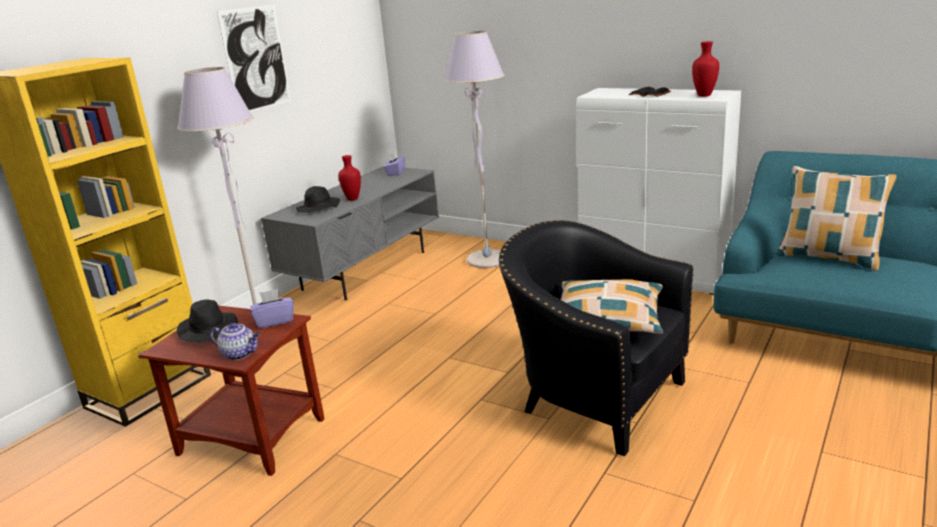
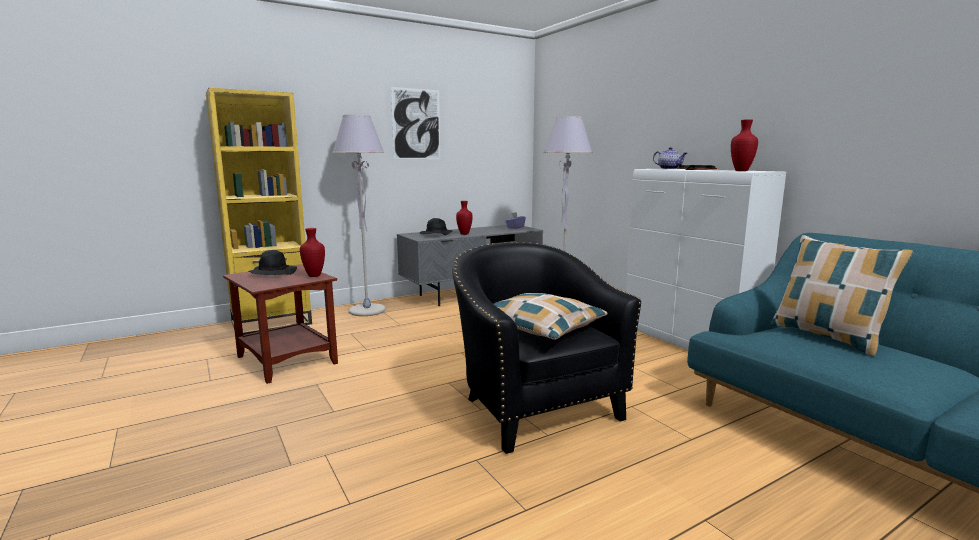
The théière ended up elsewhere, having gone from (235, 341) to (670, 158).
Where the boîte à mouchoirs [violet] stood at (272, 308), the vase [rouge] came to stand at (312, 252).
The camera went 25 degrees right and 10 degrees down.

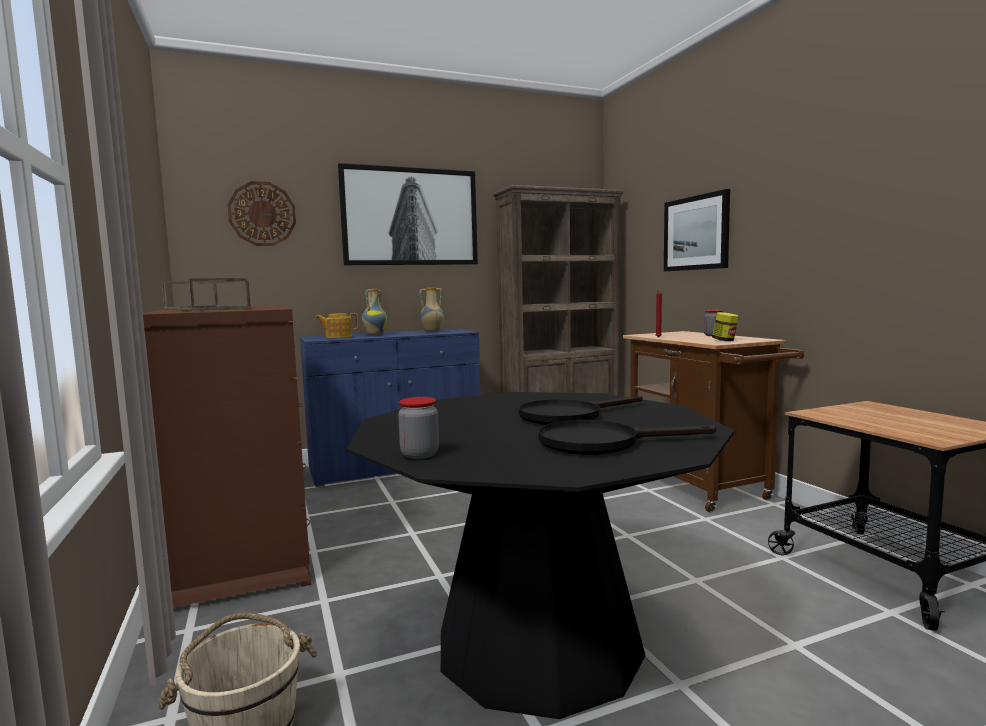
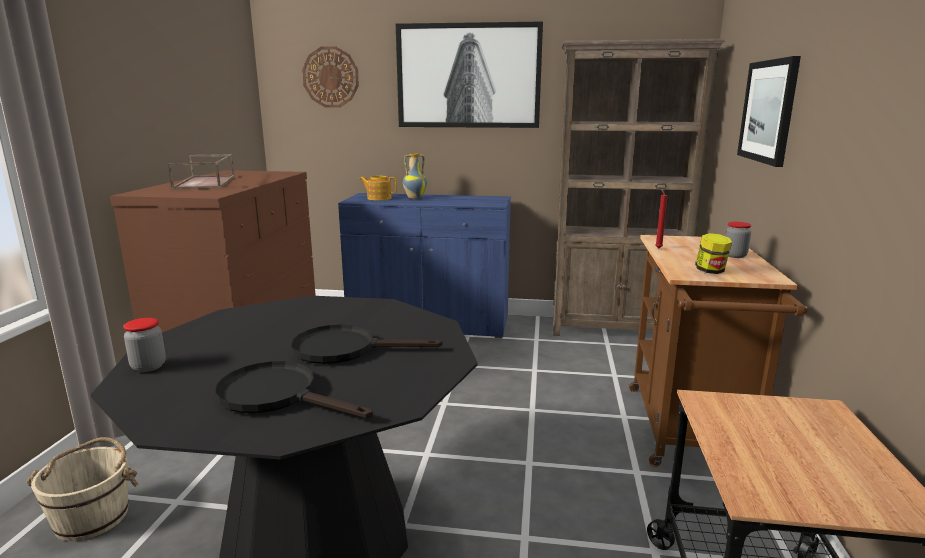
The second view lost the vase at (431, 309).
The camera went 30 degrees right and 10 degrees up.

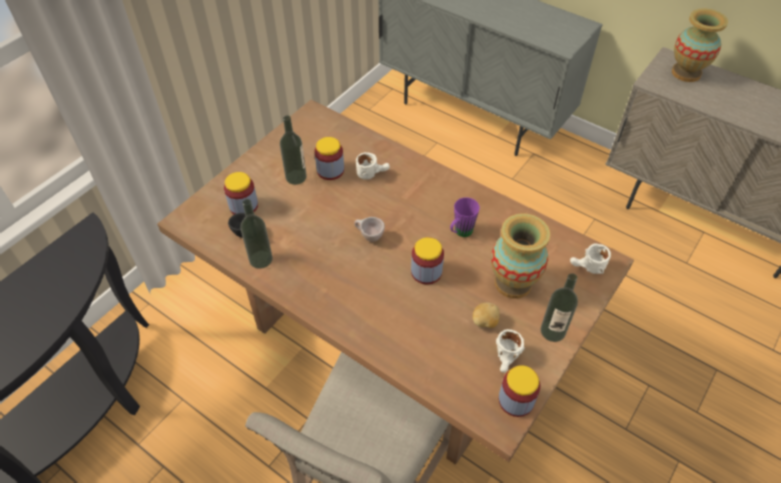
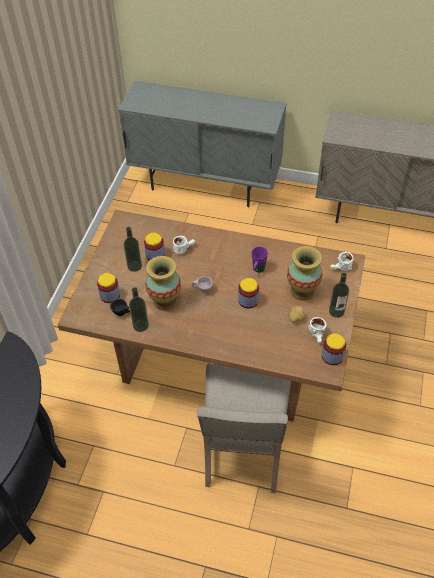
The vase ended up elsewhere, having gone from (700, 45) to (163, 283).
The camera went 20 degrees left and 0 degrees up.

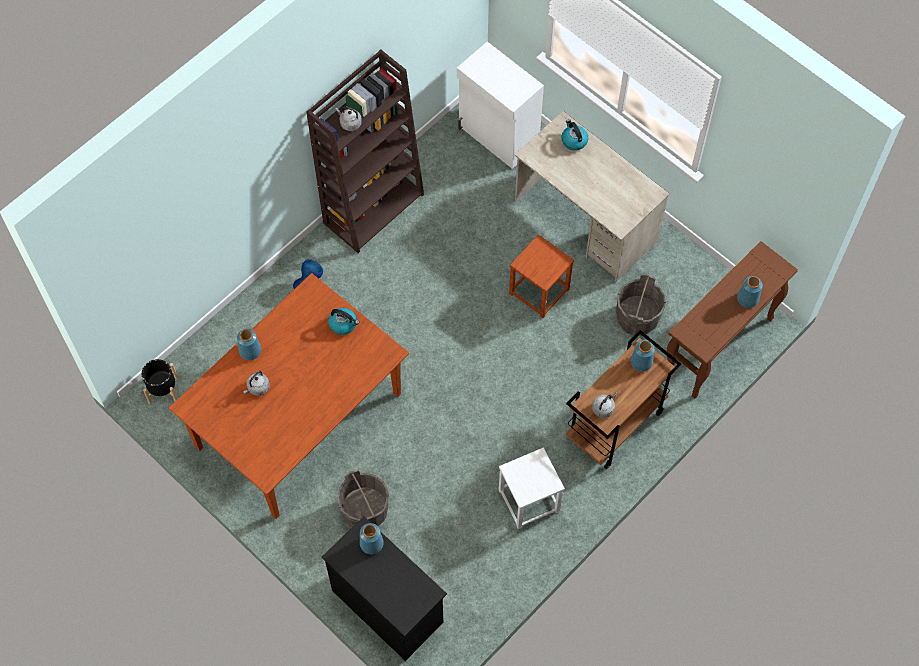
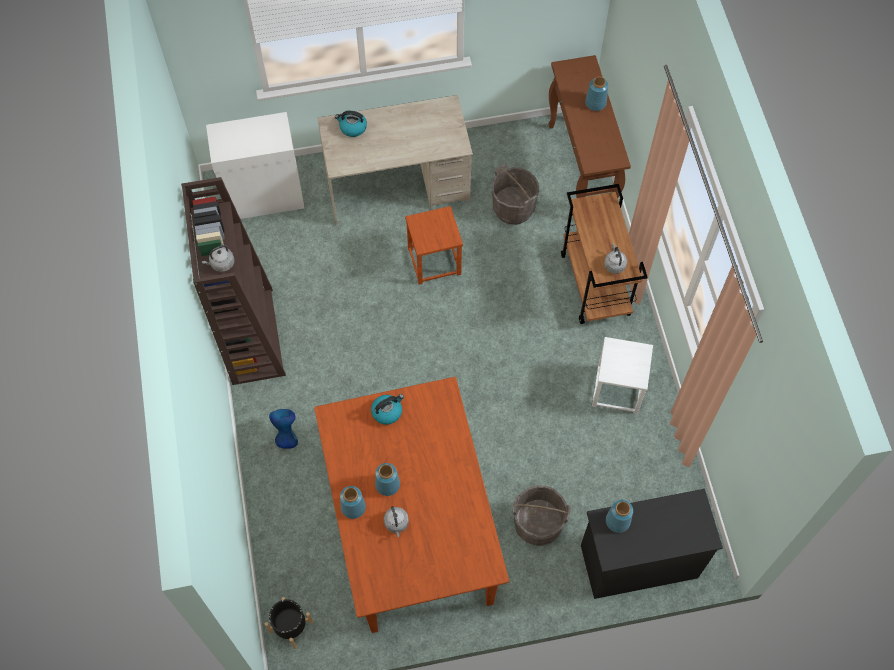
The vase [bleu] ended up elsewhere, having gone from (642, 356) to (387, 479).
The camera went 55 degrees left and 0 degrees up.

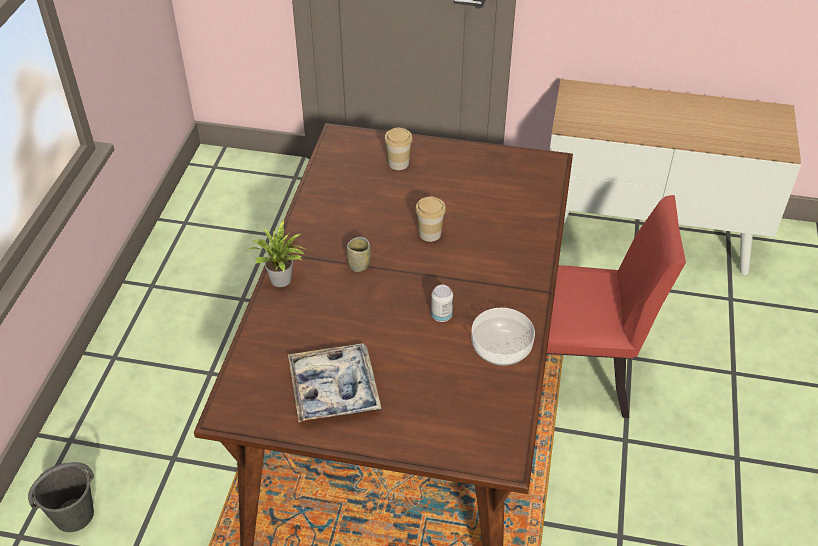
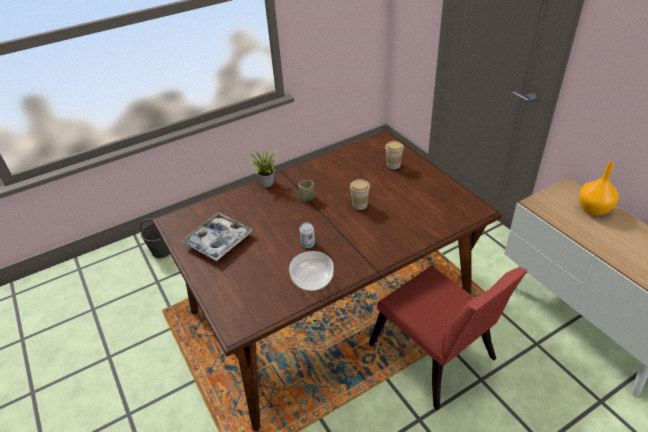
The second view gained the vase [orange] at (599, 188).
The camera went 50 degrees right and 5 degrees down.

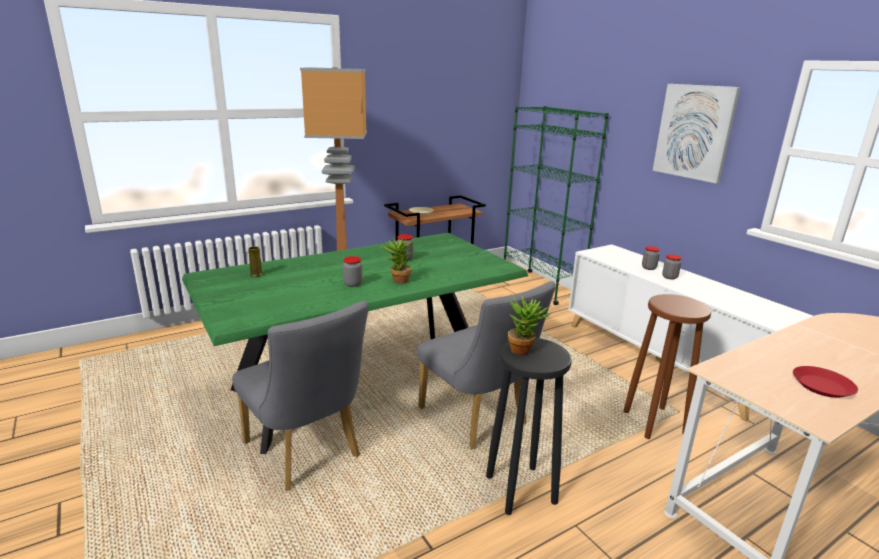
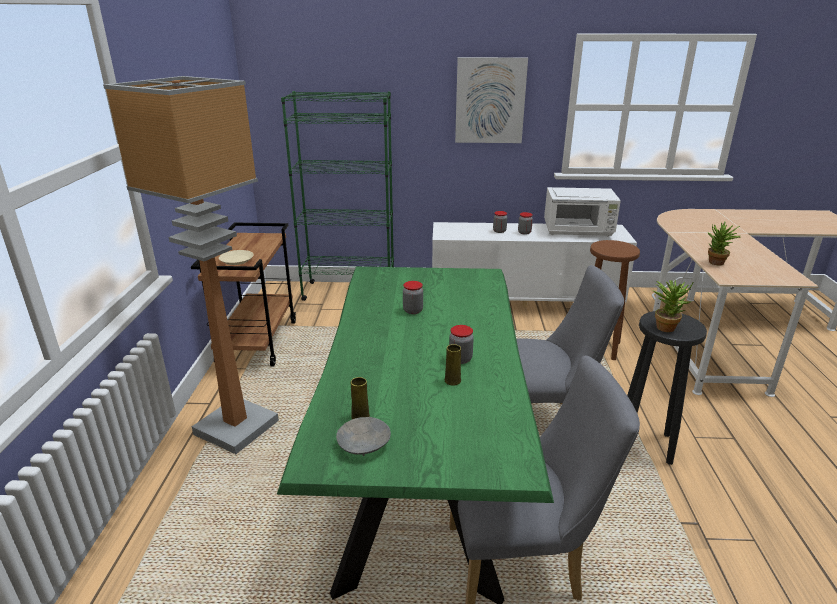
The second view lost the assiette [rouge] at (825, 382).
The second view gained the bol [gris] at (363, 436).
The second view gained the vase [jaune] at (453, 365).
The second view gained the micro-ondes [blanc] at (582, 212).
The plante en pot ended up elsewhere, having gone from (396, 259) to (724, 243).
The camera went 55 degrees left and 5 degrees up.

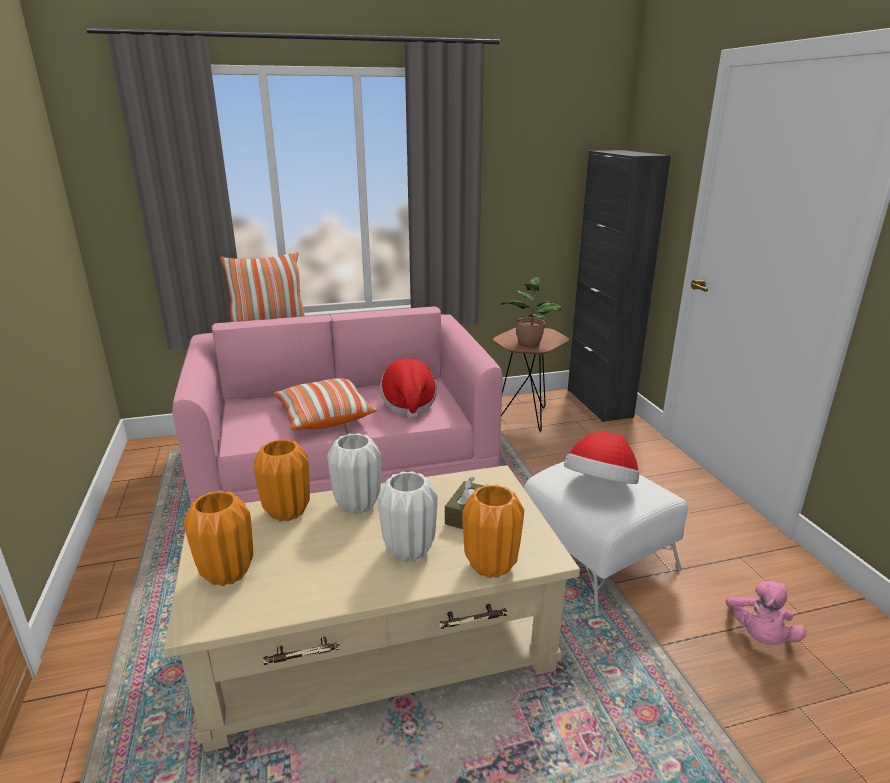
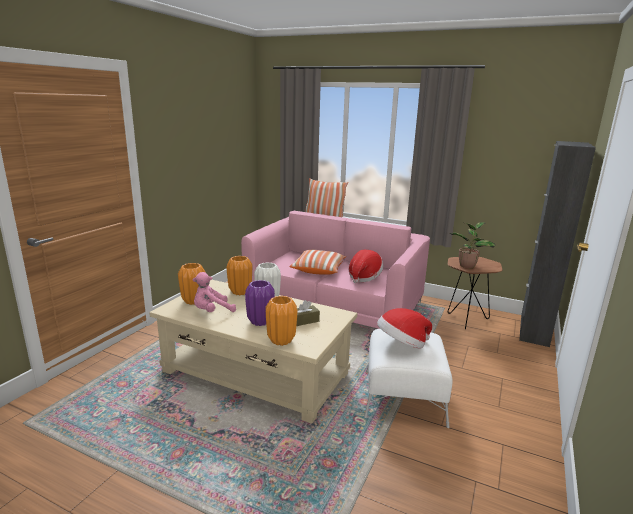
The peluche [rose] ended up elsewhere, having gone from (766, 613) to (214, 292).
What was the vase [blanc] at (408, 516) turned into the vase [violet] at (260, 303).
The camera went 40 degrees right and 5 degrees down.

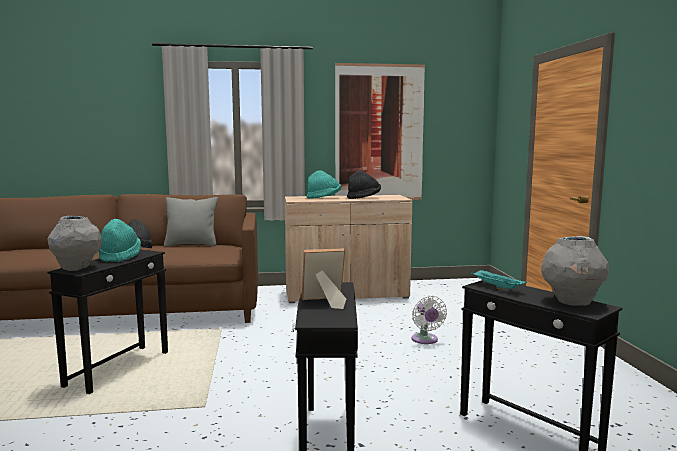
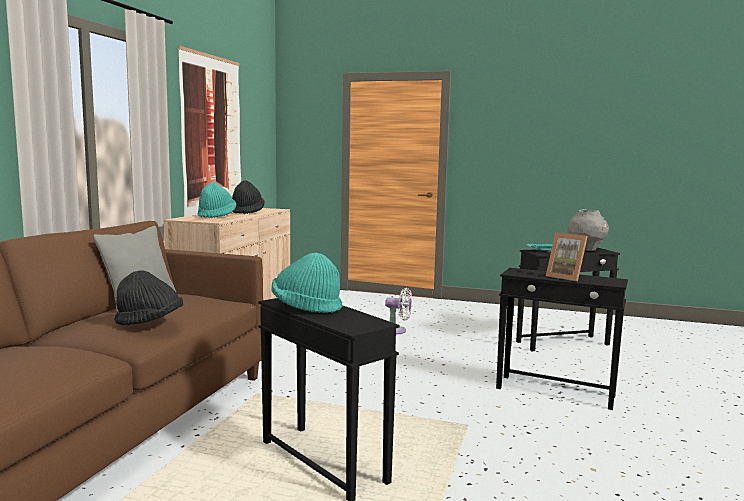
The second view lost the vase [gris] at (75, 243).
The cadre photo at (324, 278) ended up facing another way, 60 degrees counterclockwise from before.
The camera went 65 degrees left and 0 degrees up.

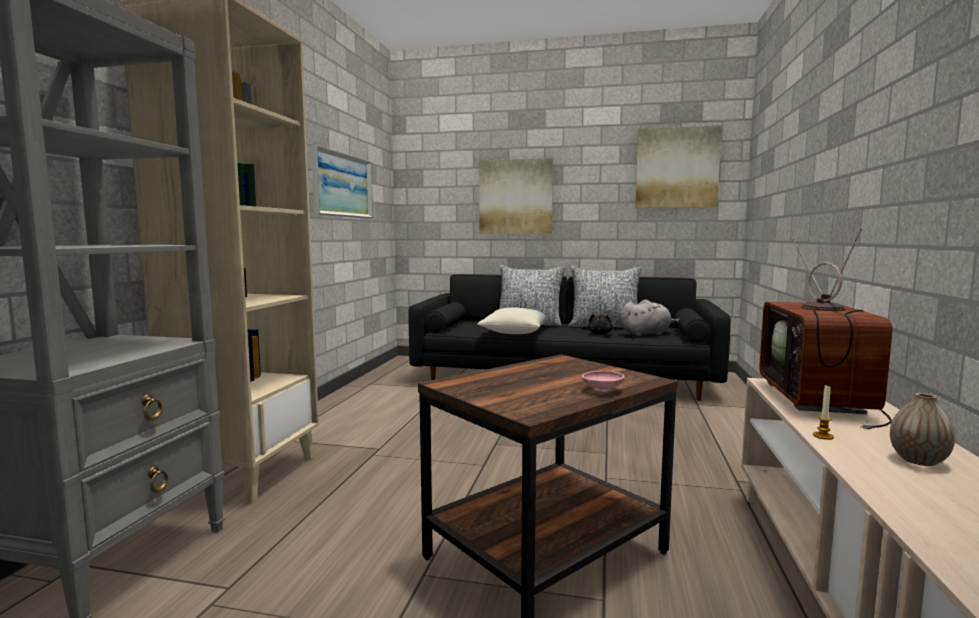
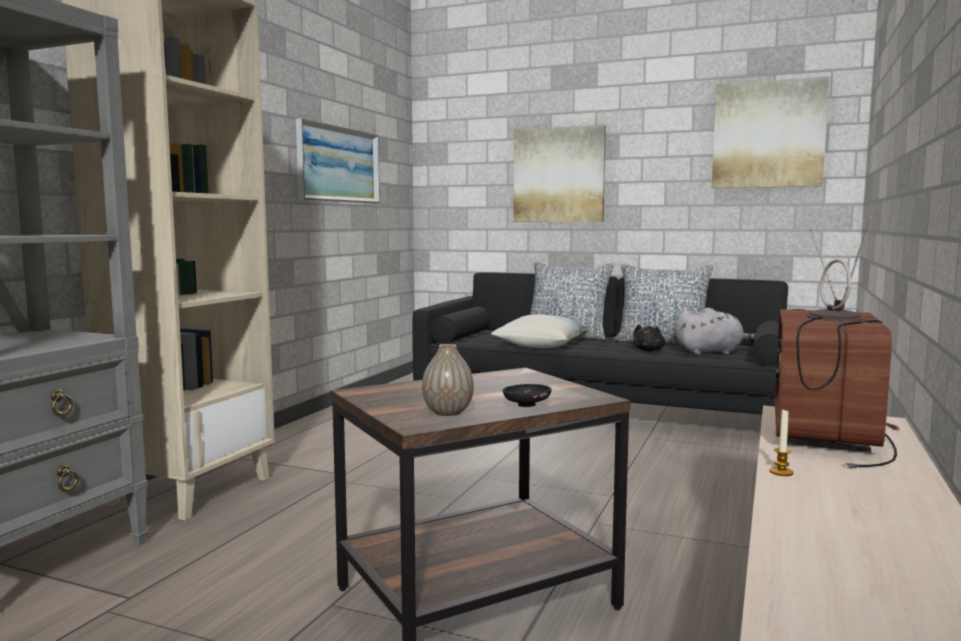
The vase ended up elsewhere, having gone from (922, 429) to (448, 380).
What was the bol [rose] at (603, 381) turned into the bol [noir] at (527, 395).
The camera went 10 degrees right and 0 degrees up.

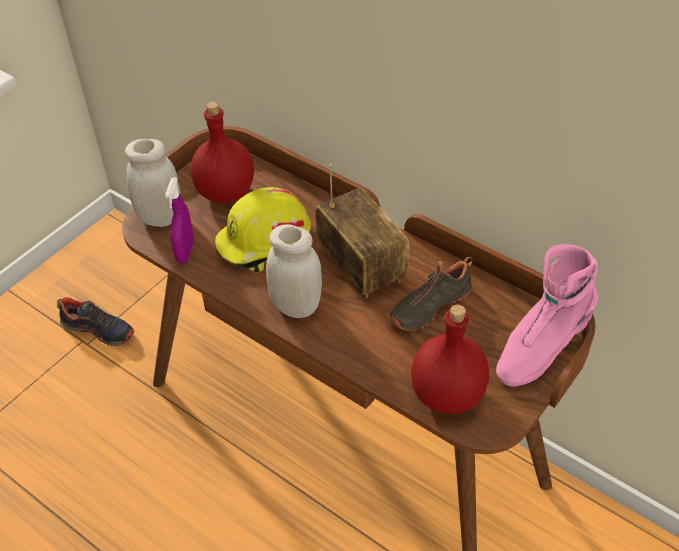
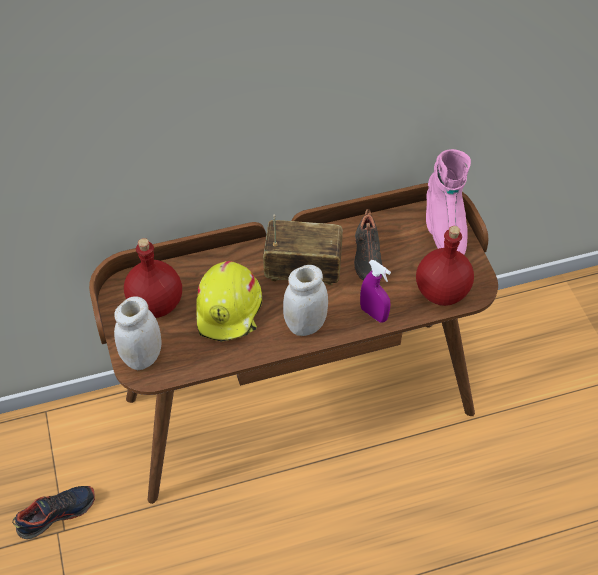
The vaporisateur [violet] ended up elsewhere, having gone from (179, 220) to (375, 291).
The camera went 55 degrees left and 5 degrees up.

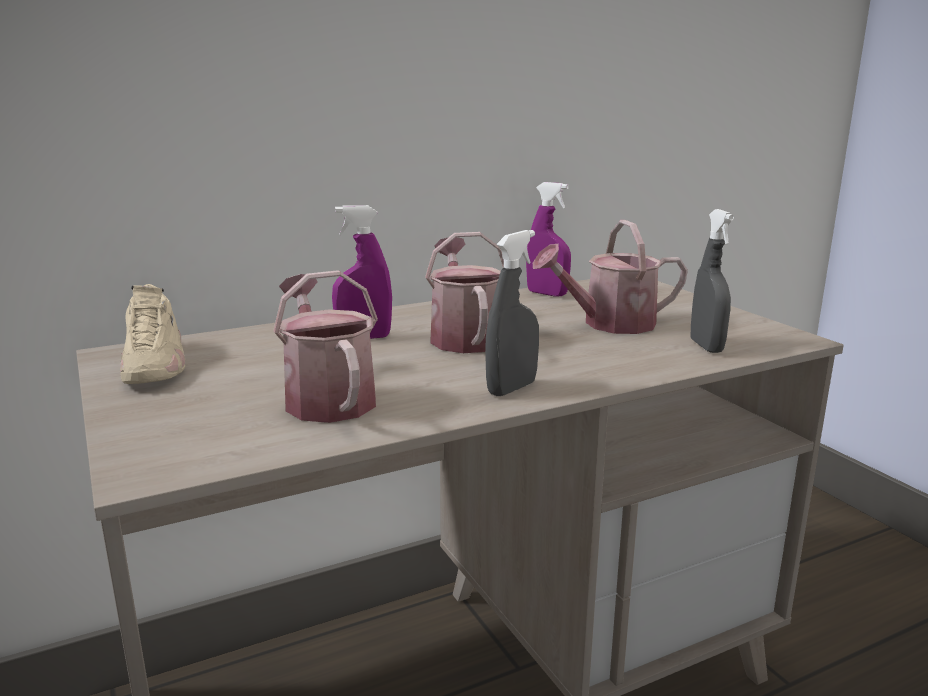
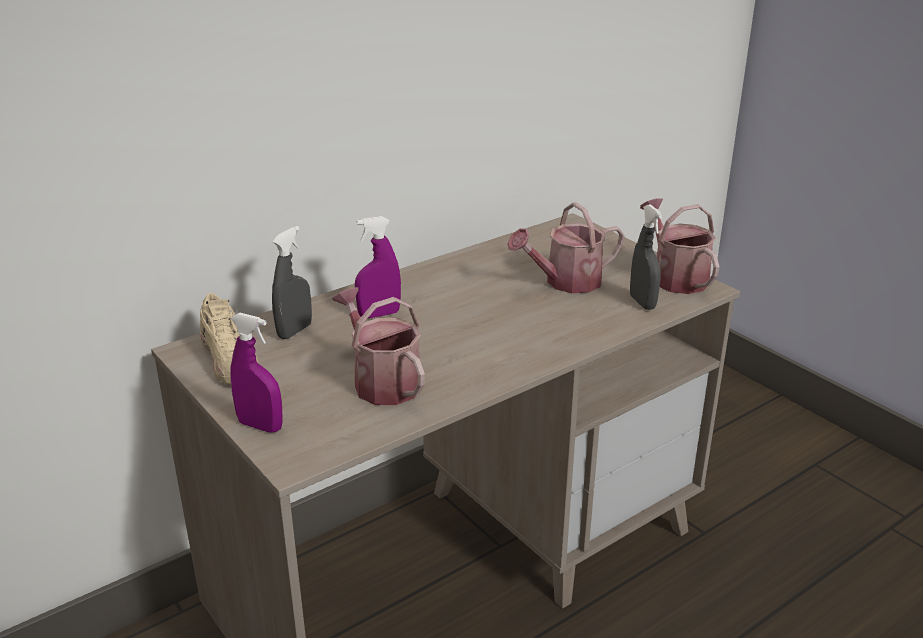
The arrosoir ended up elsewhere, having gone from (464, 292) to (680, 246).
The vaporisateur [gris] ended up elsewhere, having gone from (512, 313) to (292, 282).
The vaporisateur [violet] ended up elsewhere, having gone from (548, 239) to (256, 372).
The camera went 10 degrees left and 10 degrees up.

